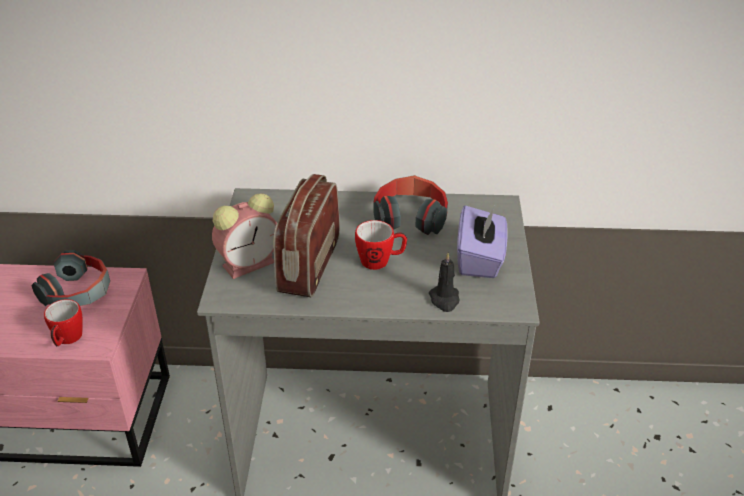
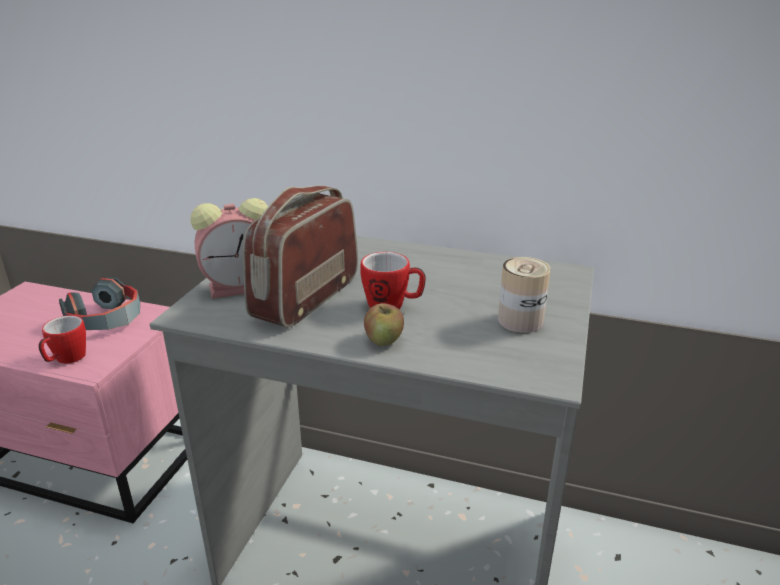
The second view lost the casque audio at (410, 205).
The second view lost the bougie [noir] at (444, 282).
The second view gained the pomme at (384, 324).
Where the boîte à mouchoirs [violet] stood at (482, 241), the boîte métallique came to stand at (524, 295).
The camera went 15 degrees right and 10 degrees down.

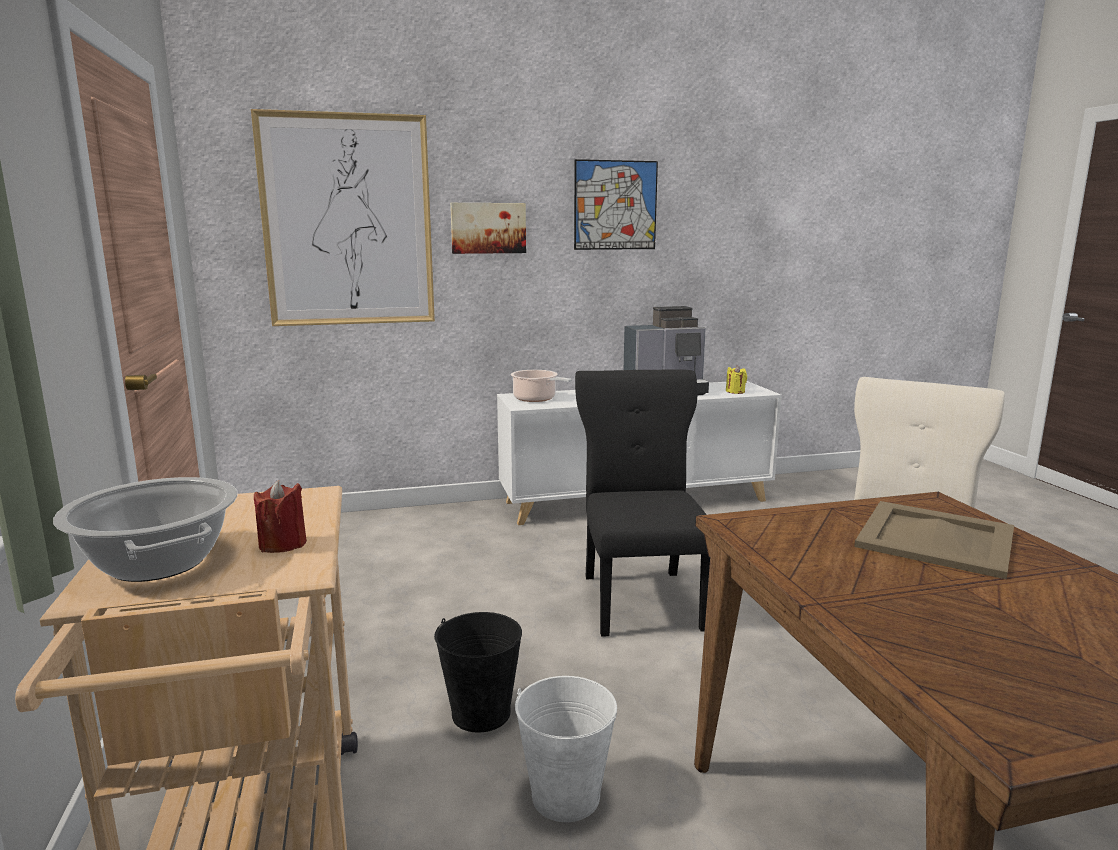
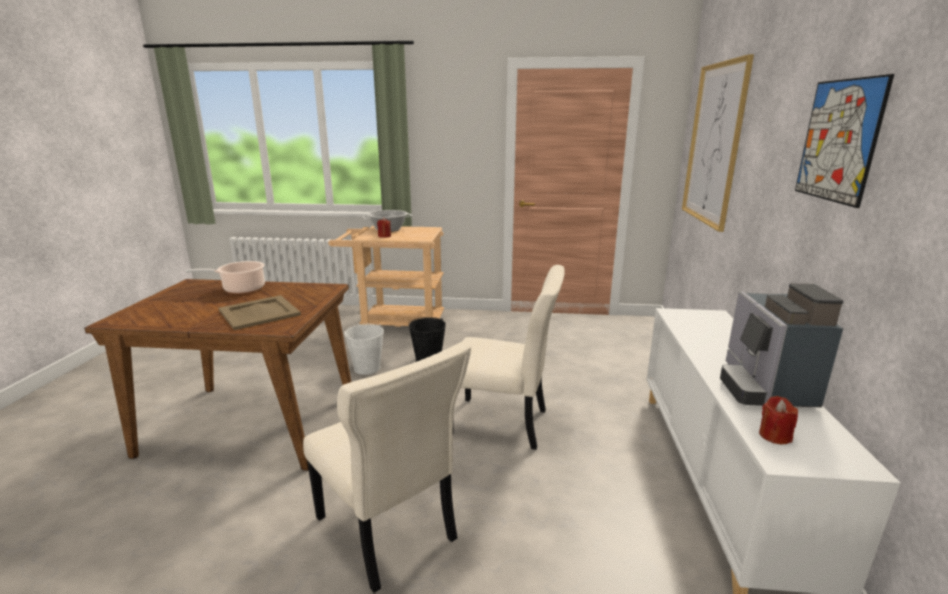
The second view lost the tableau at (488, 228).
The marmite ended up elsewhere, having gone from (541, 386) to (225, 277).
What was the chaise [noir] at (642, 503) turned into the chaise [beige] at (509, 357).
What was the bougie [jaune] at (736, 379) turned into the bougie [rouge] at (778, 420).
The camera went 110 degrees right and 5 degrees up.

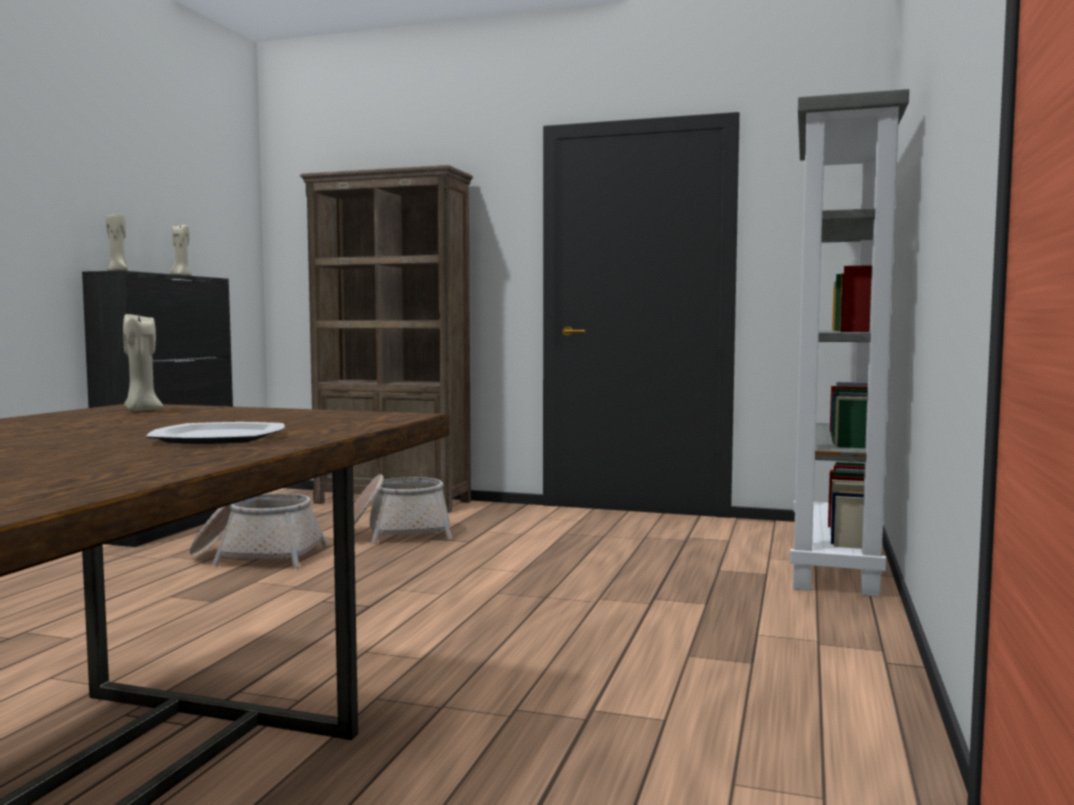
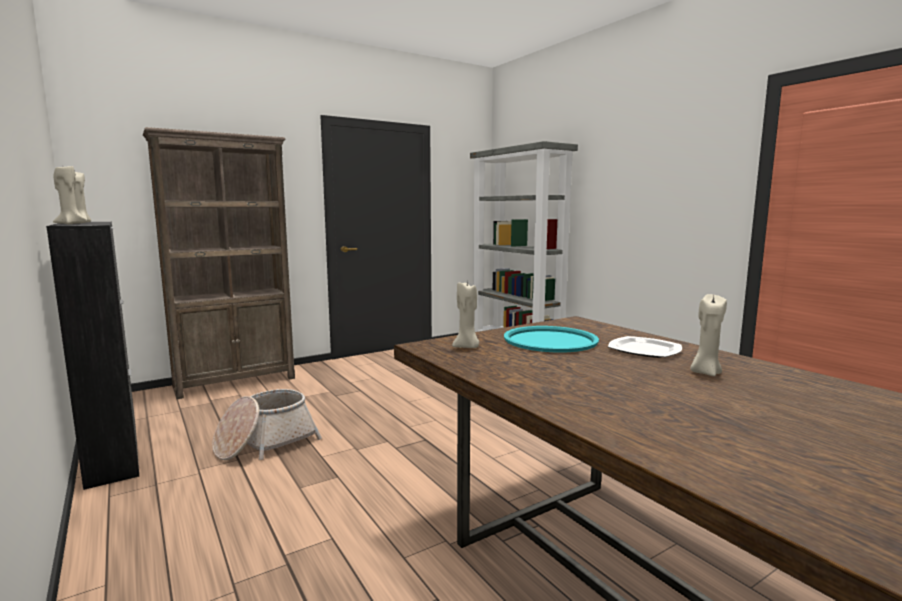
The second view lost the panier at (403, 509).
The second view gained the plateau [turquoise] at (551, 339).
The second view gained the bougie [beige] at (708, 335).
The camera went 50 degrees left and 5 degrees up.

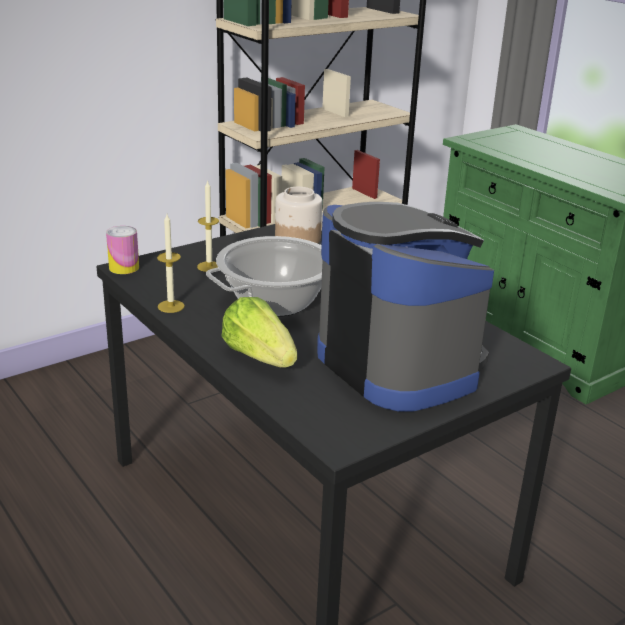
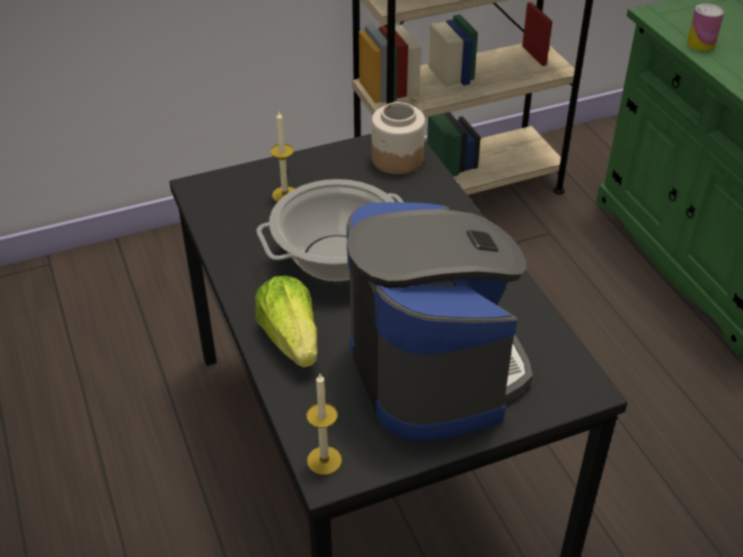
The boîte métallique ended up elsewhere, having gone from (122, 250) to (705, 27).
The bougie ended up elsewhere, having gone from (171, 263) to (324, 424).
The camera went 15 degrees right and 15 degrees up.

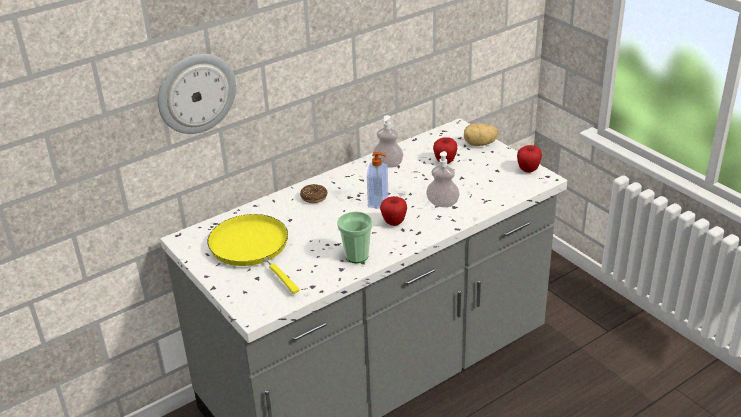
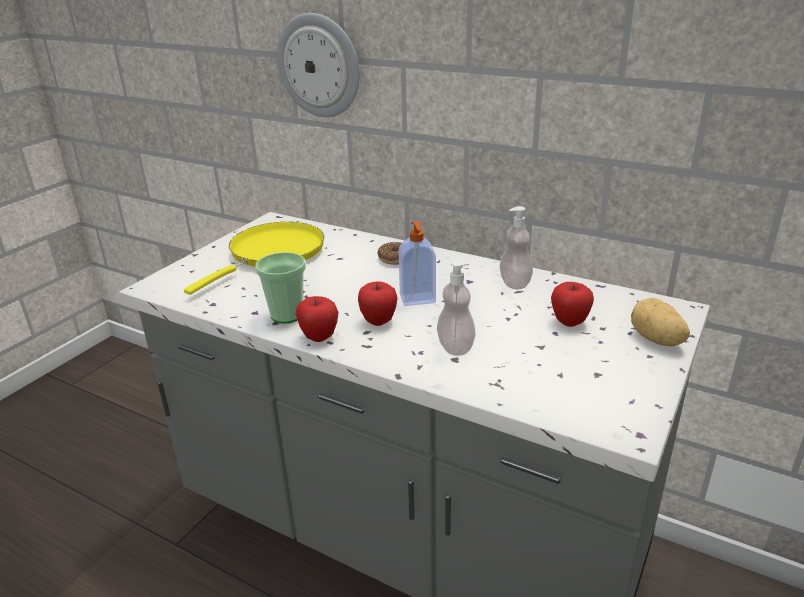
The pomme ended up elsewhere, having gone from (529, 159) to (317, 319).
The camera went 65 degrees right and 5 degrees down.

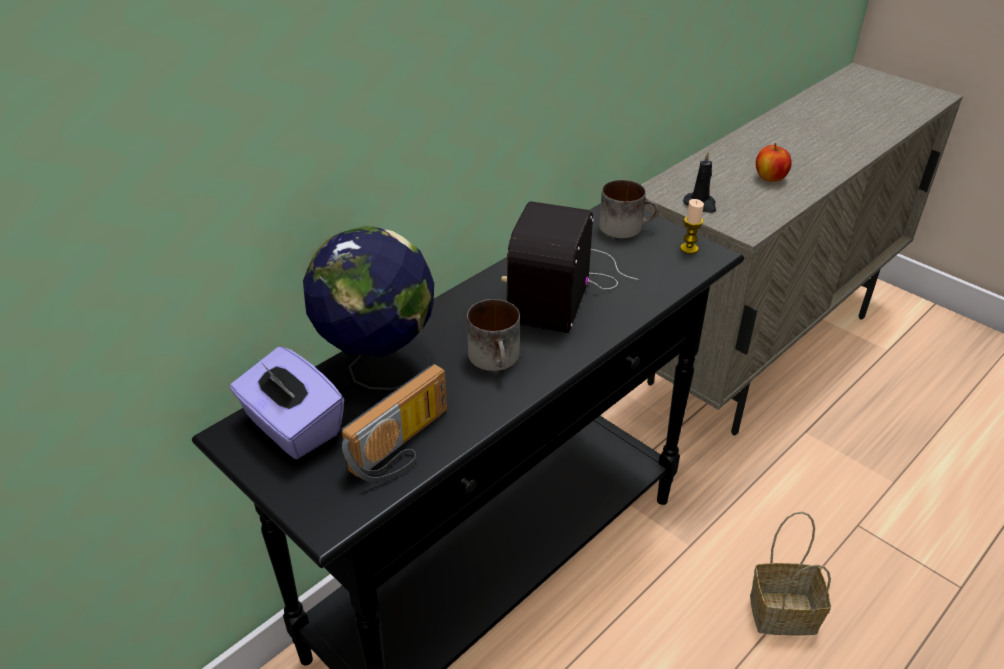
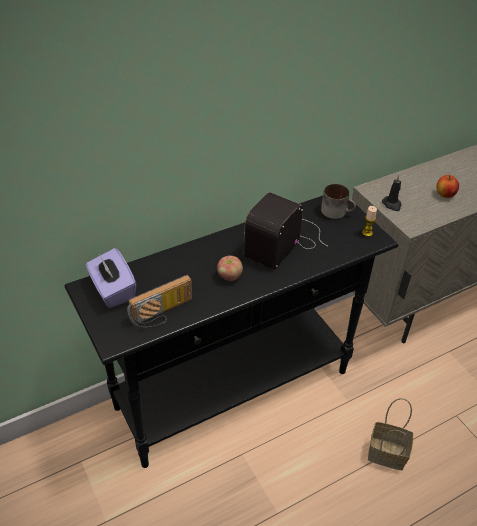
The second view lost the globe at (368, 308).
Where the mug stood at (493, 335), the pomme came to stand at (230, 268).
The camera went 15 degrees right and 5 degrees up.

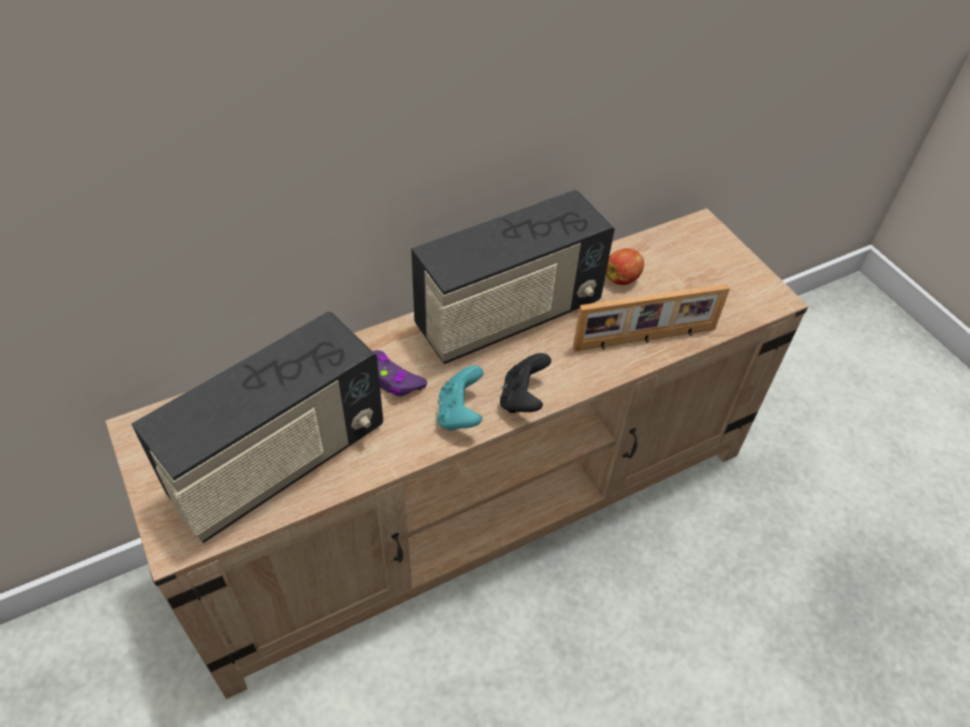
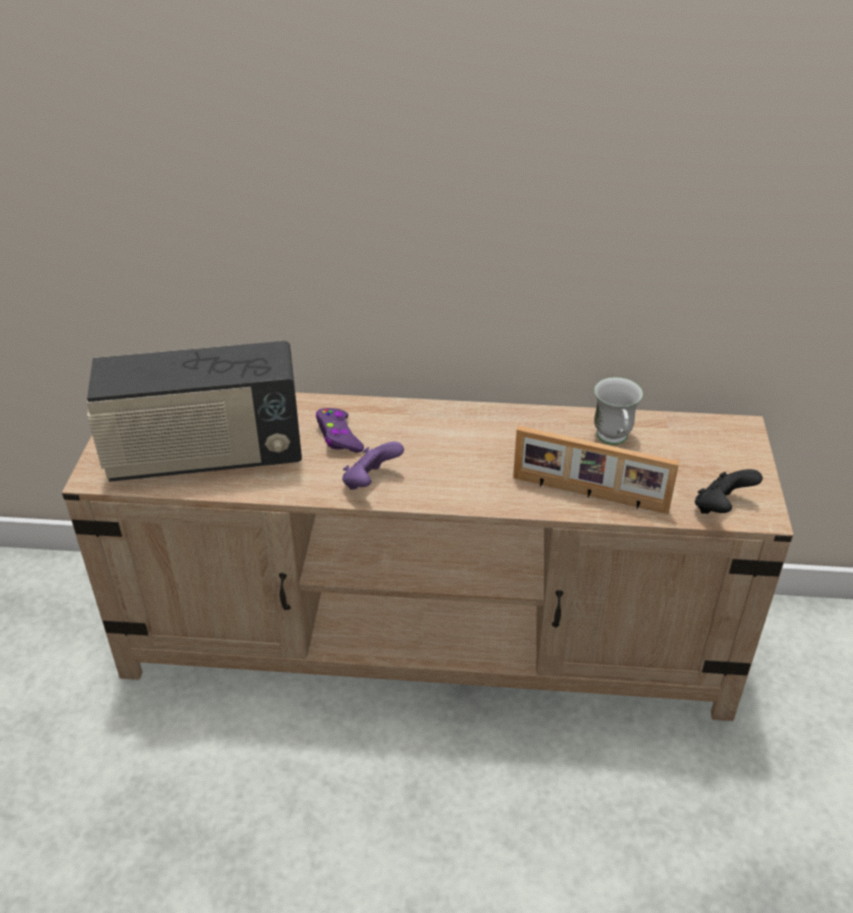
The second view lost the radio at (513, 277).
The manette [noir] ended up elsewhere, having gone from (525, 383) to (729, 491).
Where the pomme stood at (625, 266), the mug [blanc] came to stand at (618, 411).
What was the manette [turquoise] at (460, 398) turned into the manette [violet] at (373, 466).
The camera went 35 degrees right and 10 degrees down.

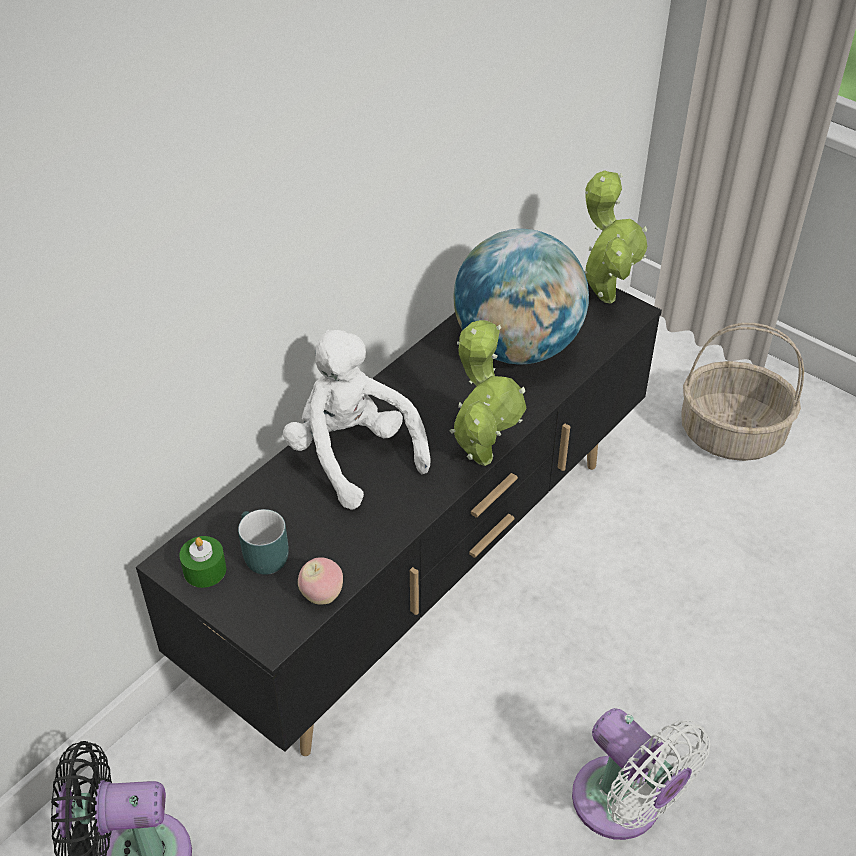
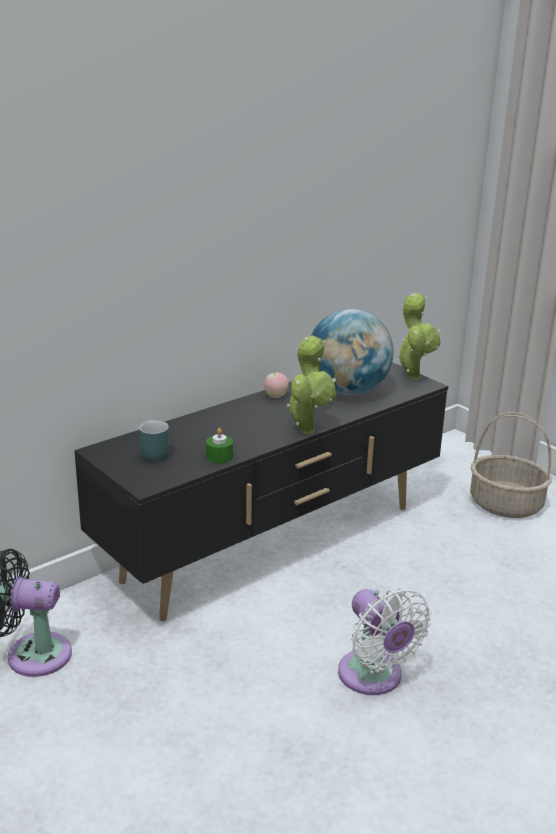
The second view lost the peluche [blanc] at (357, 420).
The bougie [vert] ended up elsewhere, having gone from (202, 562) to (219, 446).
The pomme ended up elsewhere, having gone from (320, 581) to (276, 385).
The camera went 10 degrees right and 20 degrees down.

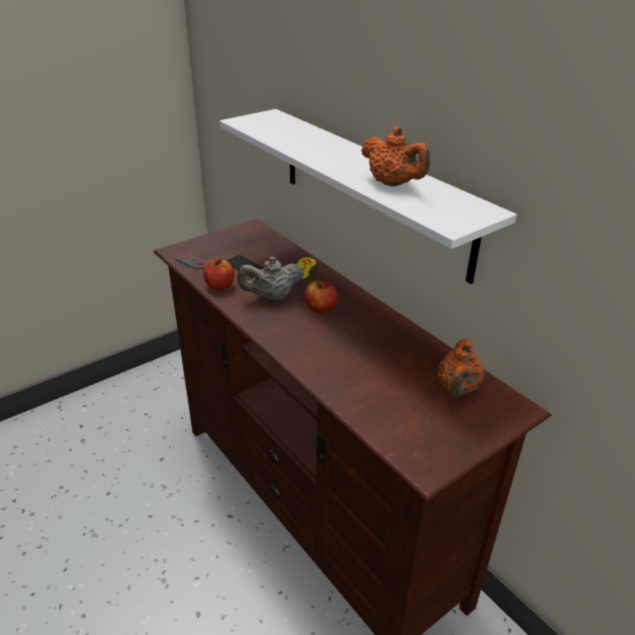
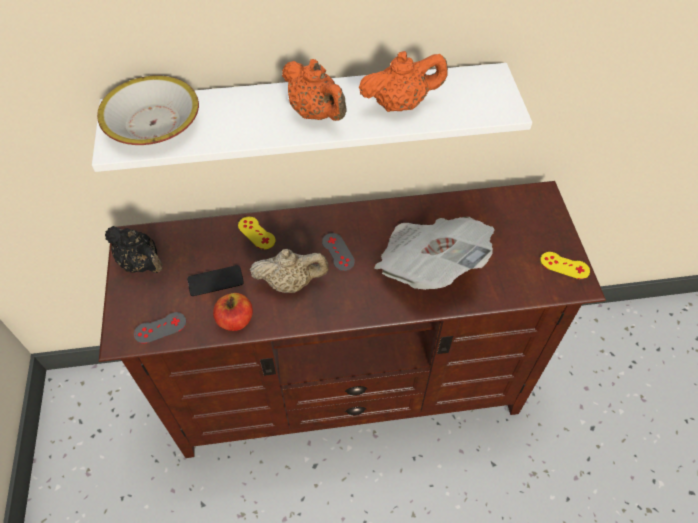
The second view gained the bol at (148, 110).
The second view gained the théière [noir] at (133, 249).
The second view gained the journal at (434, 253).
The second view gained the manette [jaune] at (565, 265).
The théière [orange] ended up elsewhere, having gone from (460, 368) to (314, 90).
Where the pomme stood at (321, 296), the manette [gris] came to stand at (338, 252).
The théière [beige] at (270, 279) ended up facing another way, 105 degrees counterclockwise from before.
The camera went 60 degrees left and 20 degrees up.

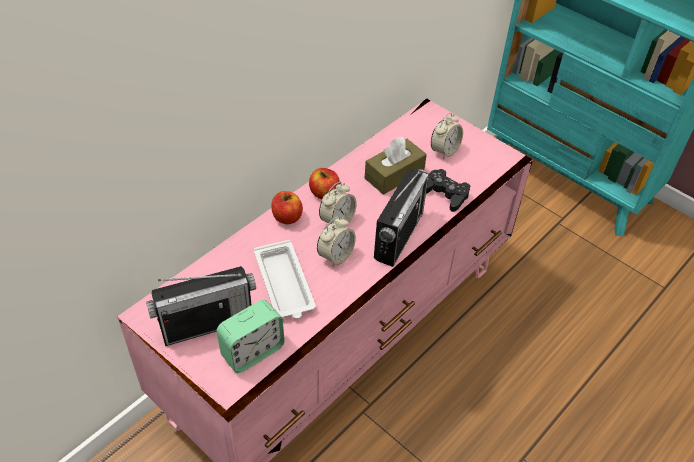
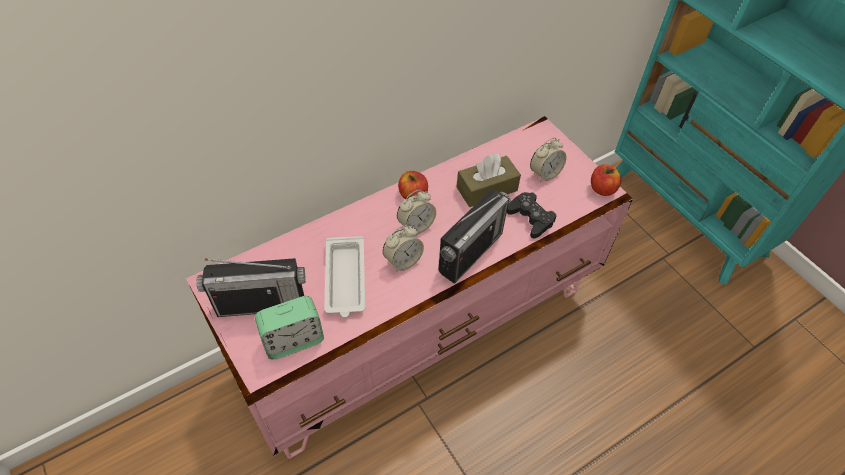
The pomme ended up elsewhere, having gone from (287, 207) to (606, 180).
The camera went 15 degrees right and 5 degrees up.

